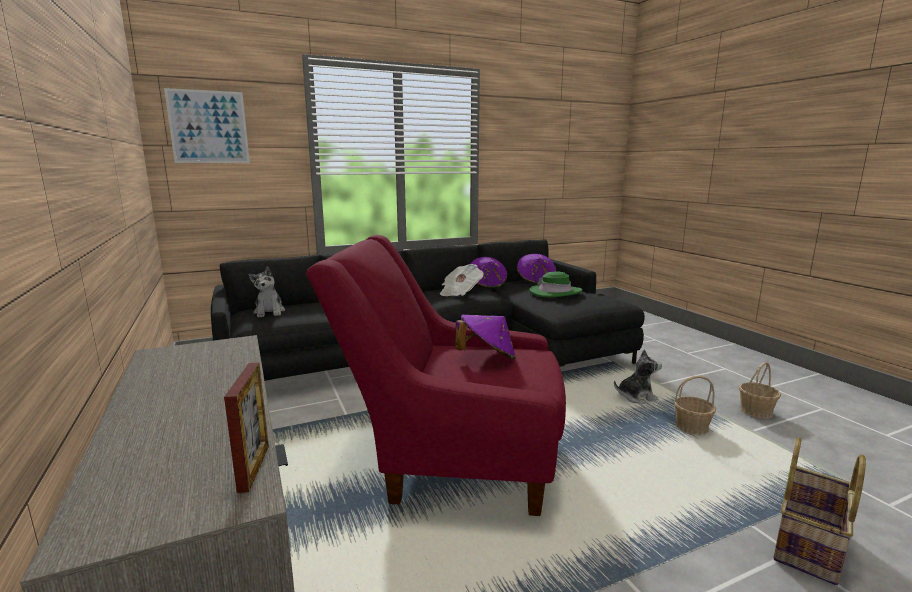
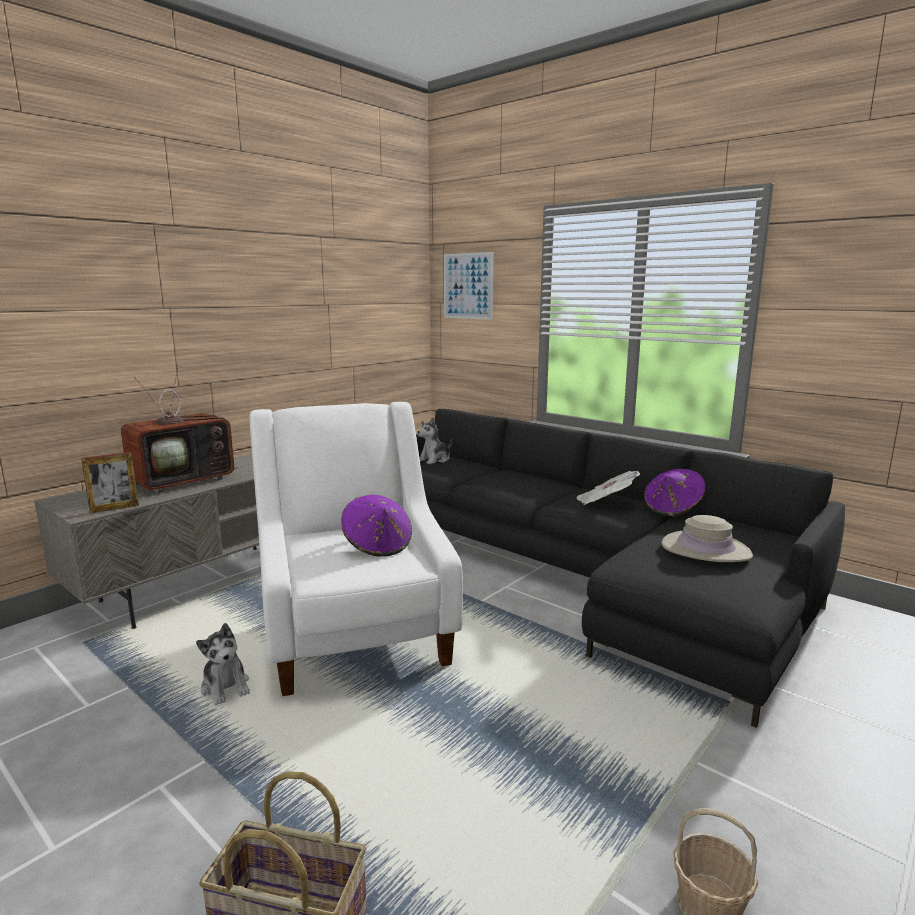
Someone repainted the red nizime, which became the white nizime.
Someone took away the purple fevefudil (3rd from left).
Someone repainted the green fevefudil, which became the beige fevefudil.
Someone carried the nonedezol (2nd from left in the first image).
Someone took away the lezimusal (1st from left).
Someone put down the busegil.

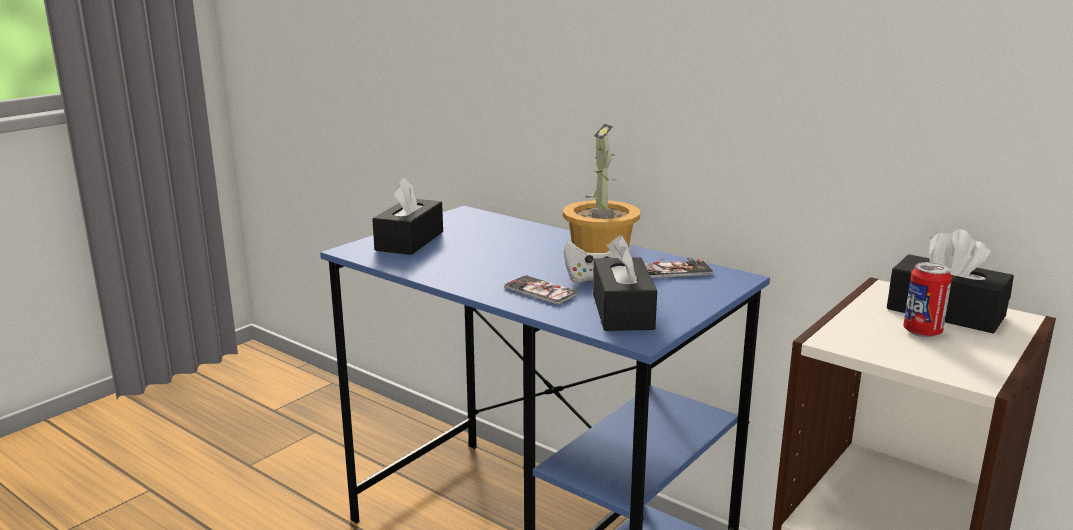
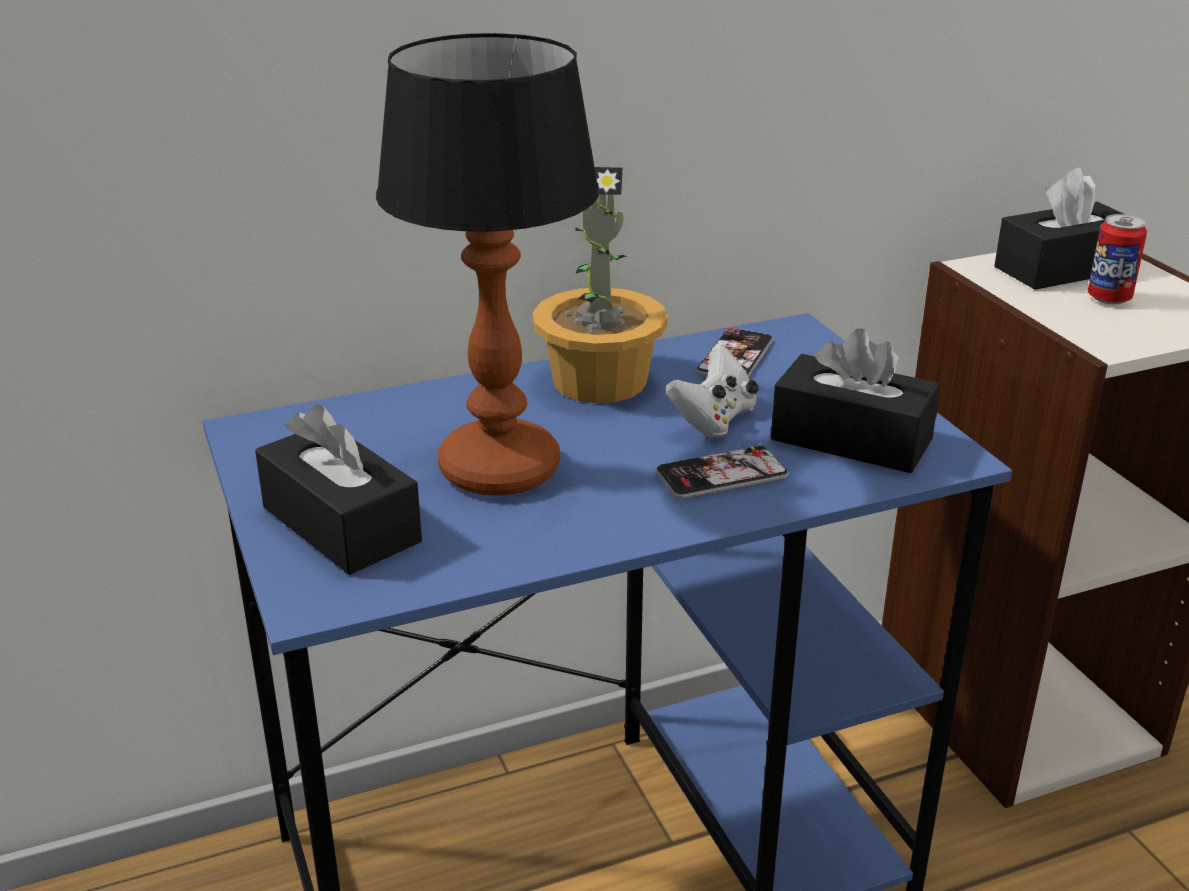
Someone put down the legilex.

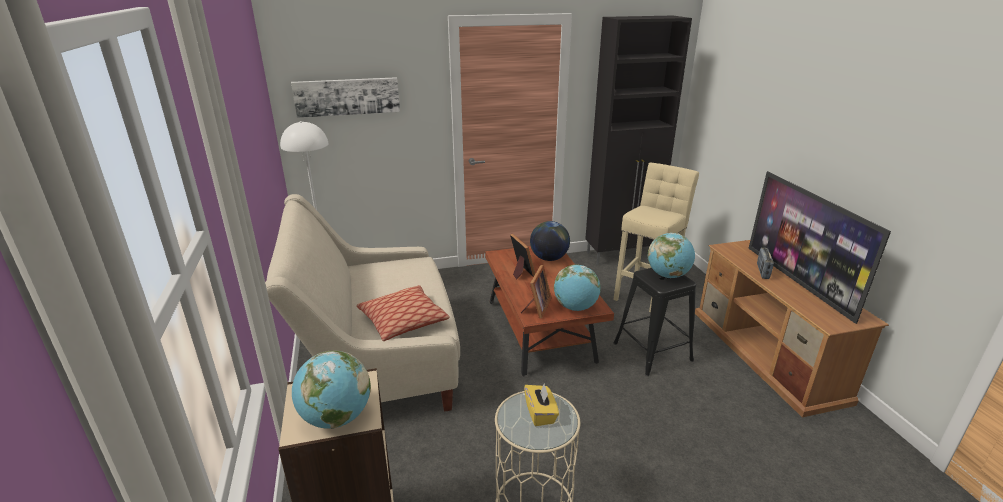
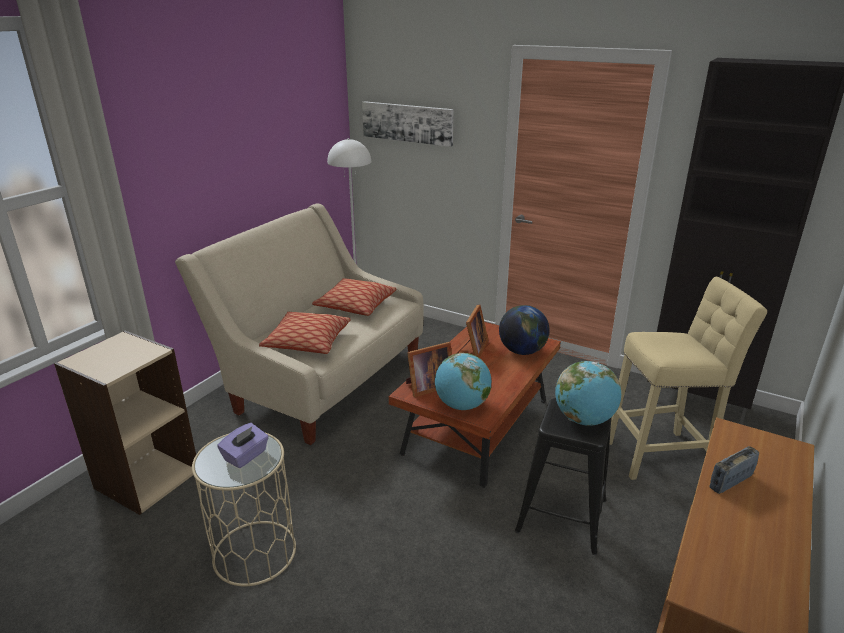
Someone took away the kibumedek (1st from left).
Someone repainted the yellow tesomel, which became the purple tesomel.
Someone took away the busegil.
Someone put down the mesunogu (2nd from left).

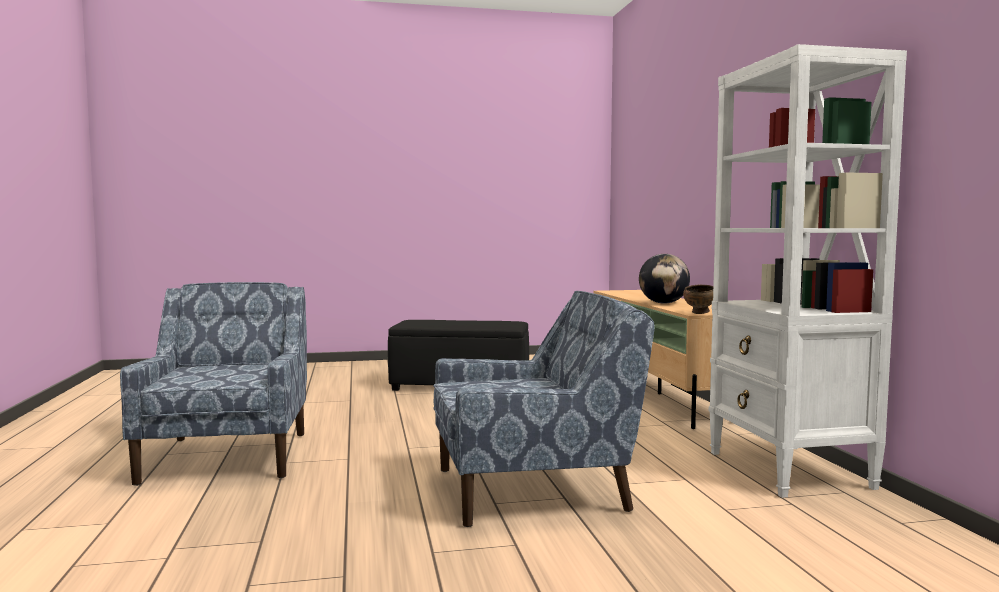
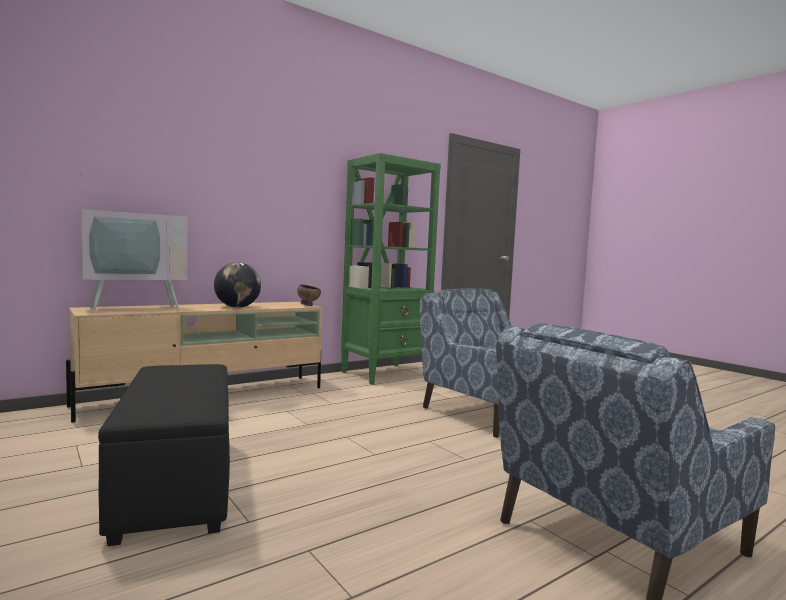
Someone repainted the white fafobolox, which became the green fafobolox.
Someone put down the busegil.

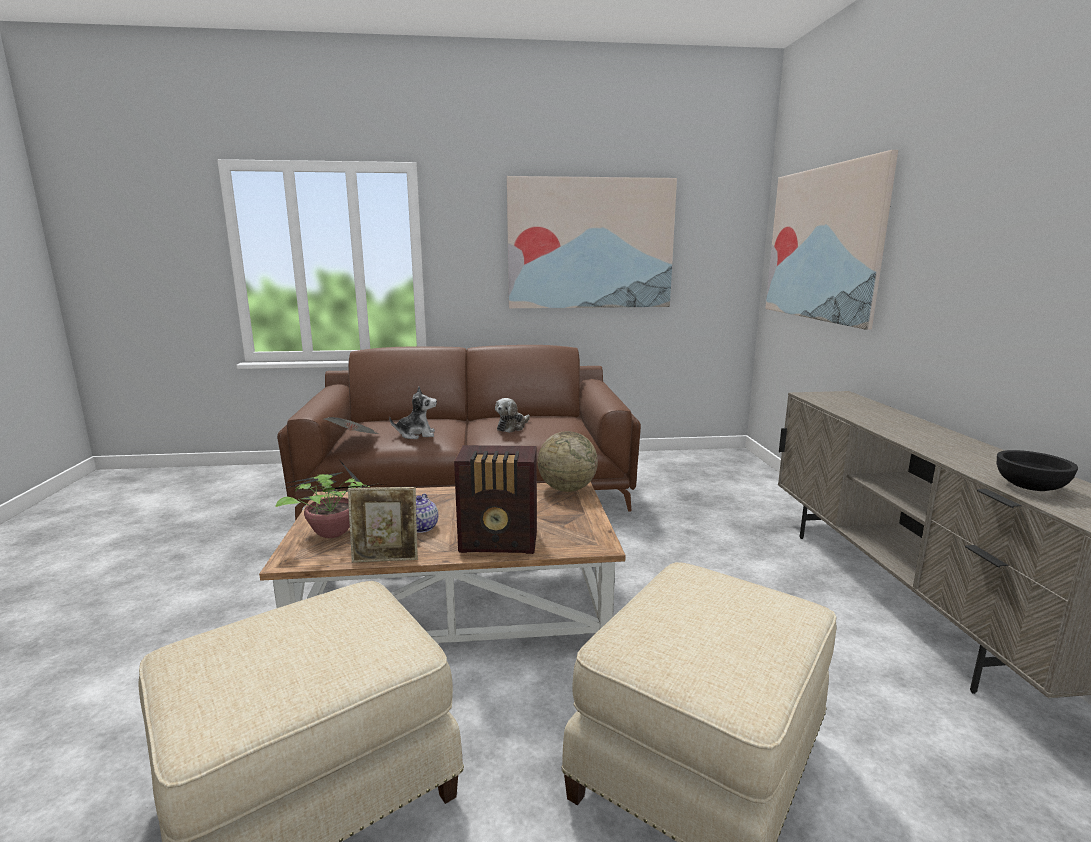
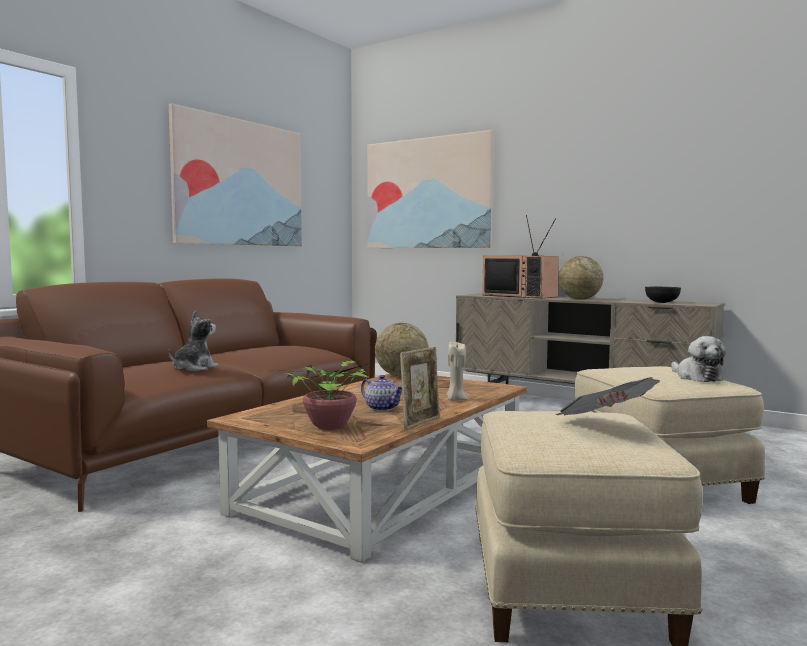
Someone carried the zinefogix.
Someone swapped the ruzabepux for the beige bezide.
Someone carried the nonedezol (2nd from left).
Someone put down the busegil.
Someone put down the kibumedek (2nd from left).

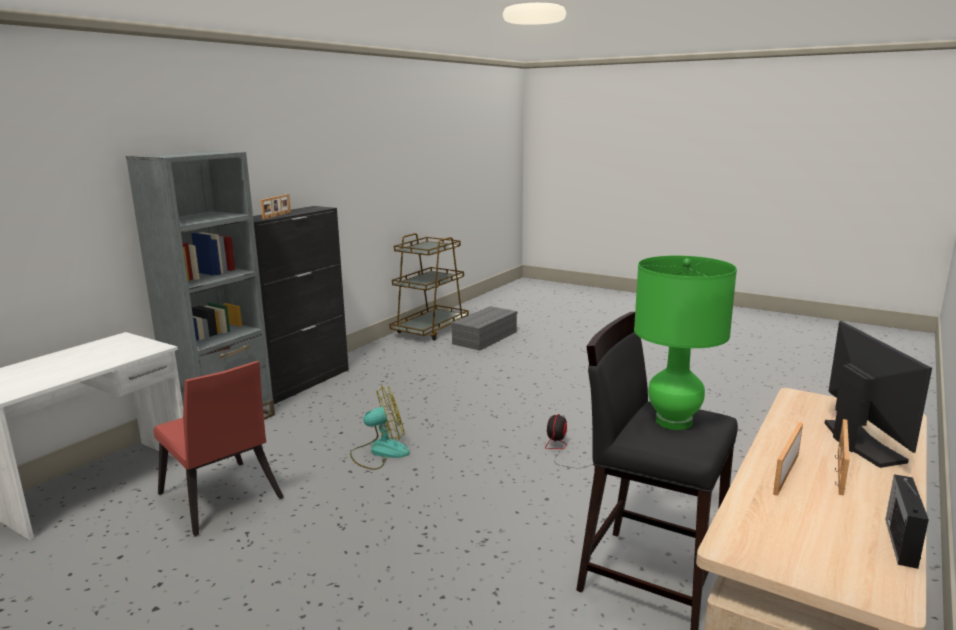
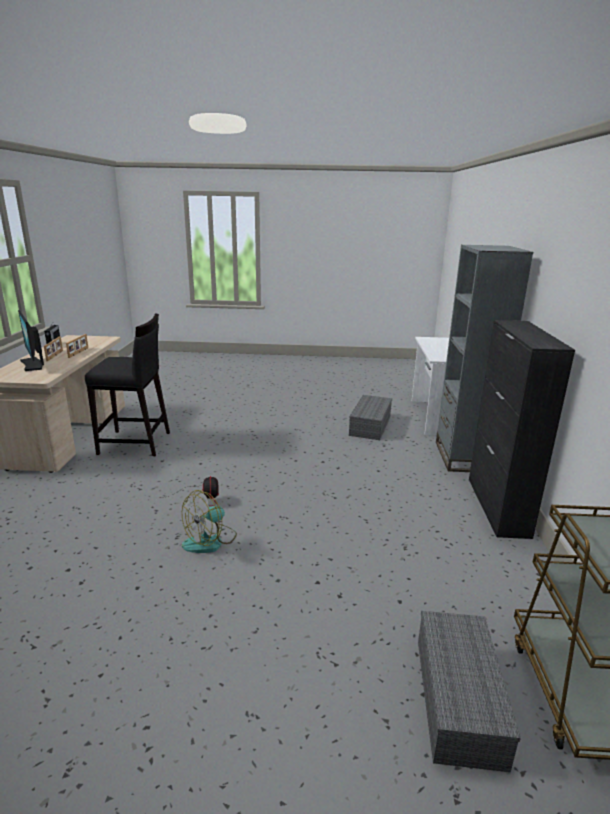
Someone swapped the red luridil for the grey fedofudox (1st from left).
Someone took away the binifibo (1st from left).
Someone carried the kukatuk (1st from left in the first image).
Someone took away the green legilex.

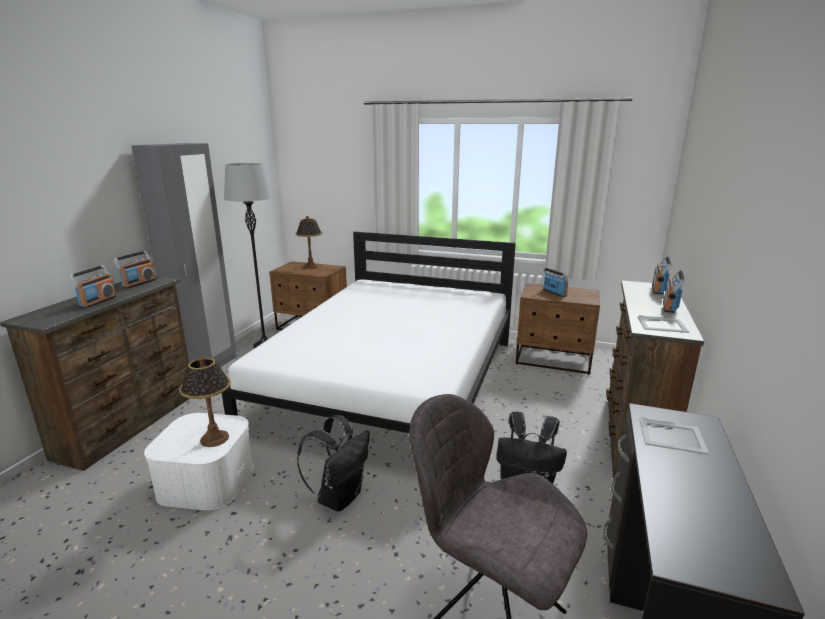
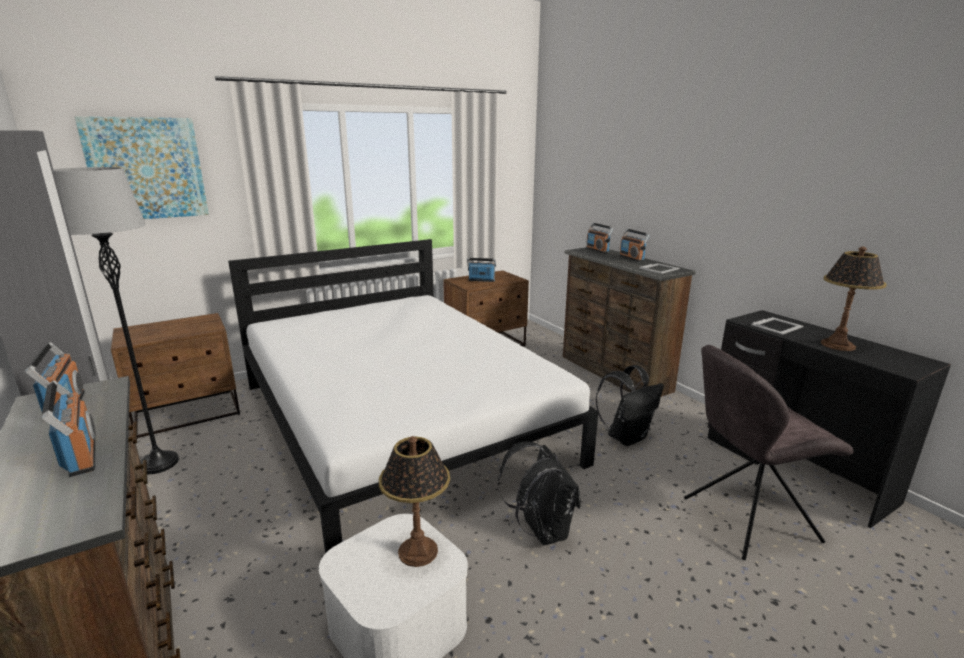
Someone carried the legilex (2nd from left).
Someone put up the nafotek.

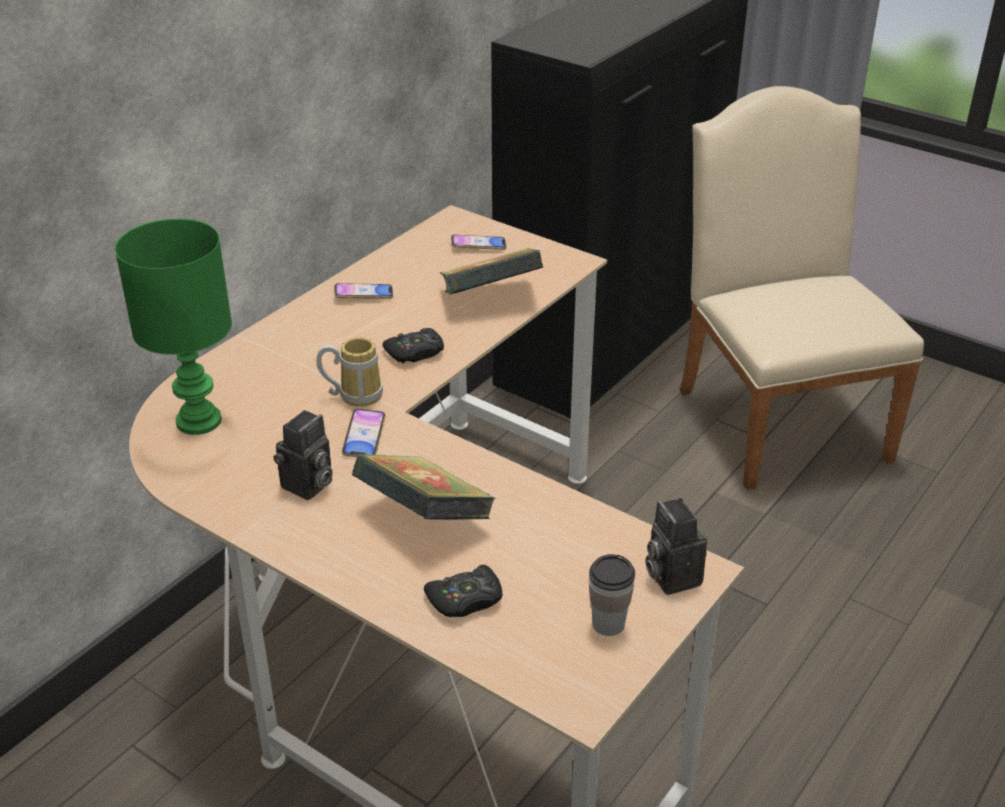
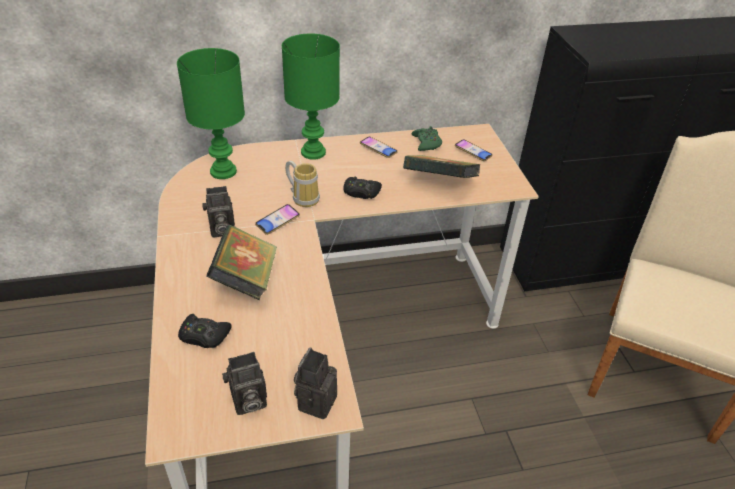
Someone swapped the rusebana for the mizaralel (2nd from left).
Someone put down the green legilex (2nd from left).
Someone put down the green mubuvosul.

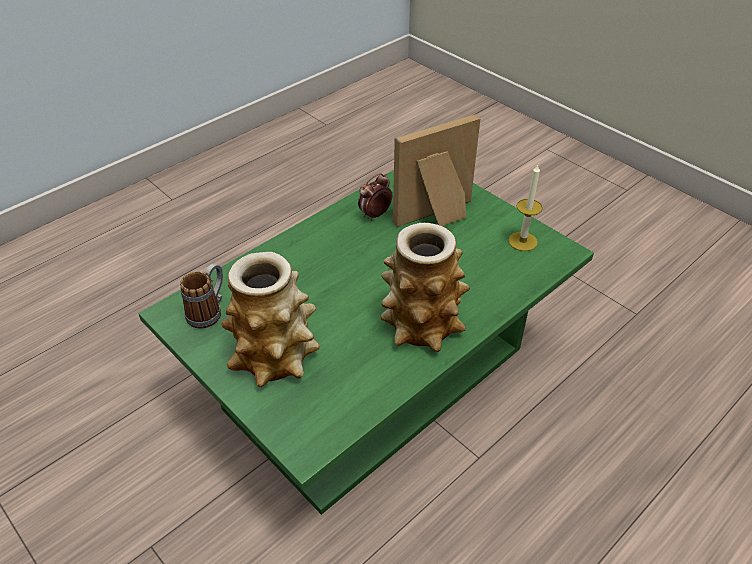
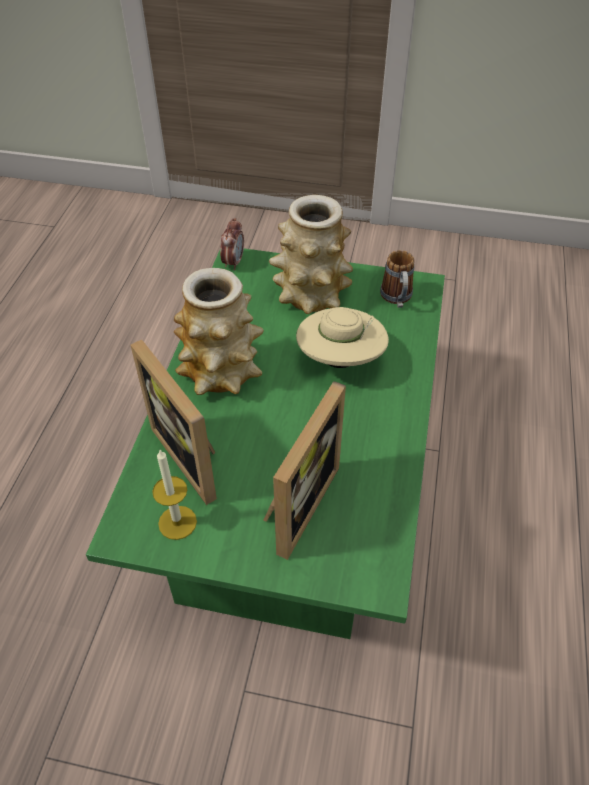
Someone carried the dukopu.
Someone put down the binifibo (1st from left).
Someone put down the beige fevefudil.

